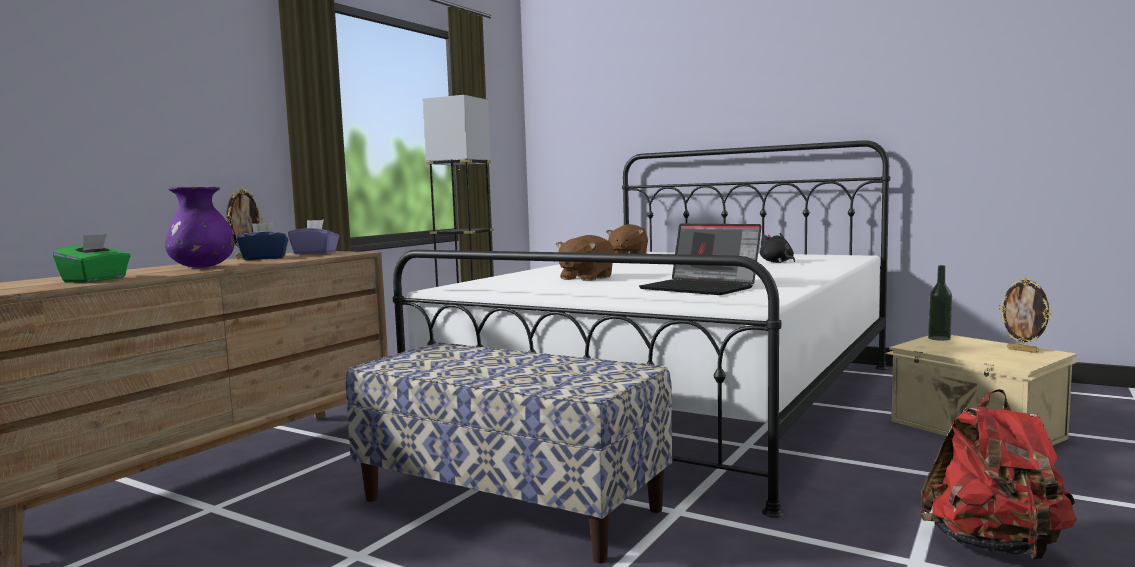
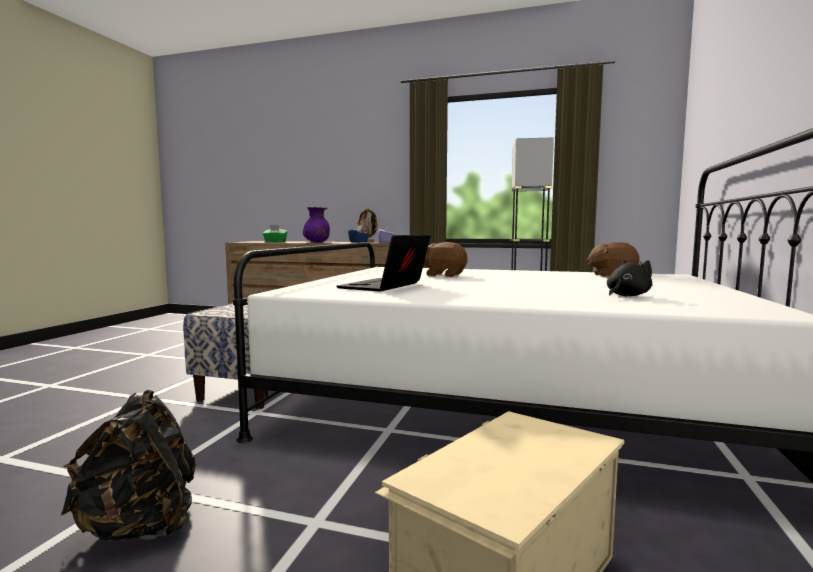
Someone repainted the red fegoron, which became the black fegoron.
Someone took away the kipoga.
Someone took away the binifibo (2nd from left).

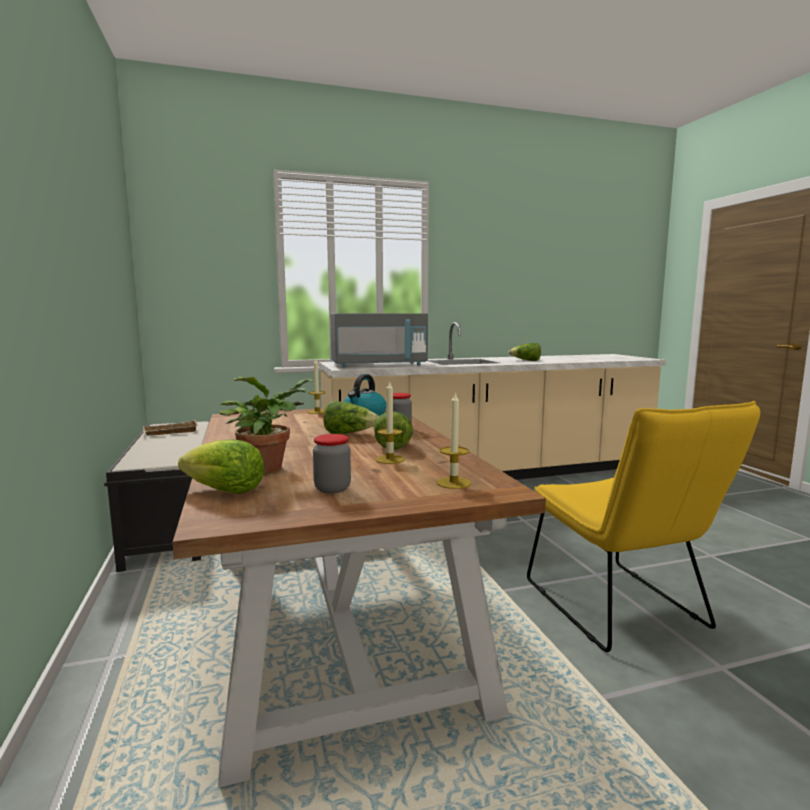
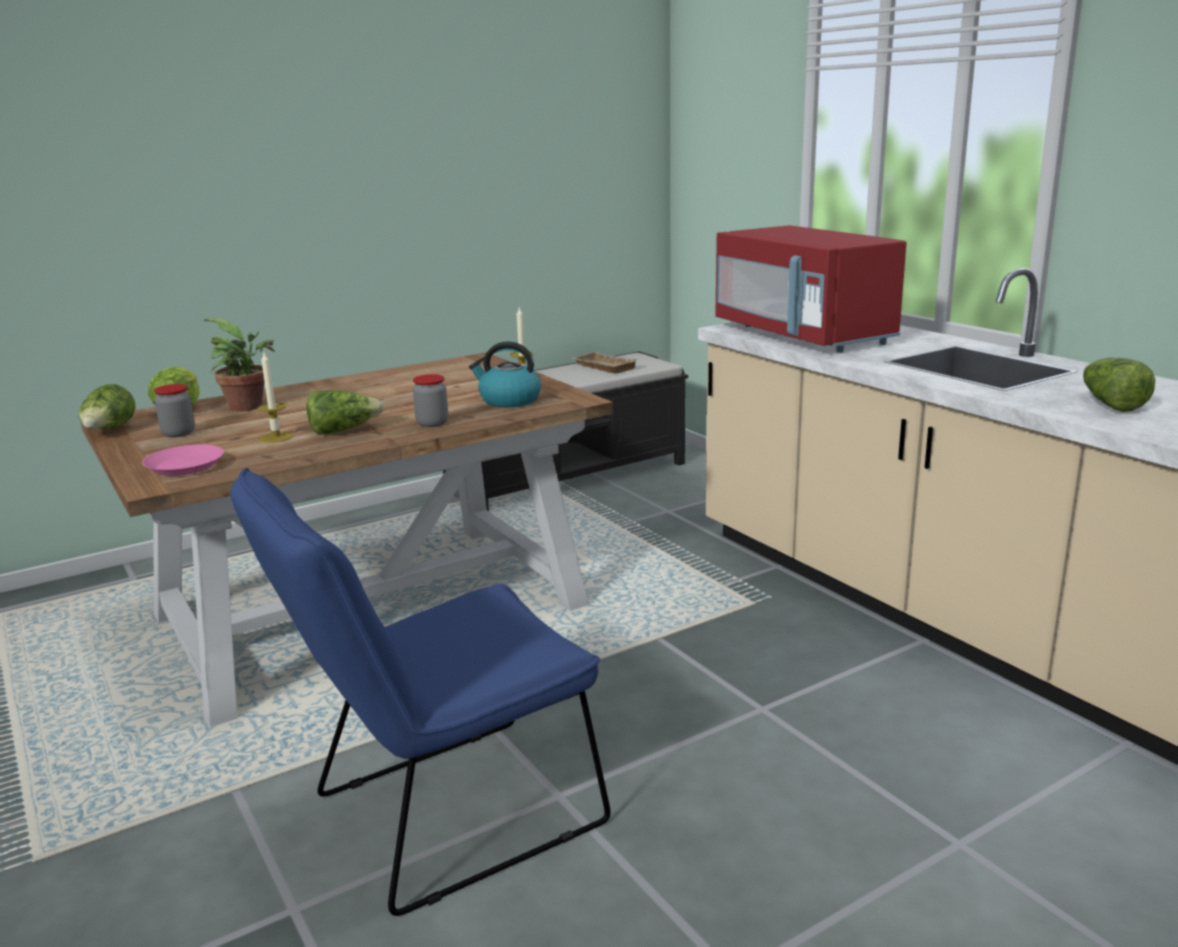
Someone carried the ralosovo (2nd from left in the first image).
Someone repainted the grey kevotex, which became the red kevotex.
Someone swapped the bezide (3rd from left) for the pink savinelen.
Someone repainted the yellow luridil, which became the blue luridil.

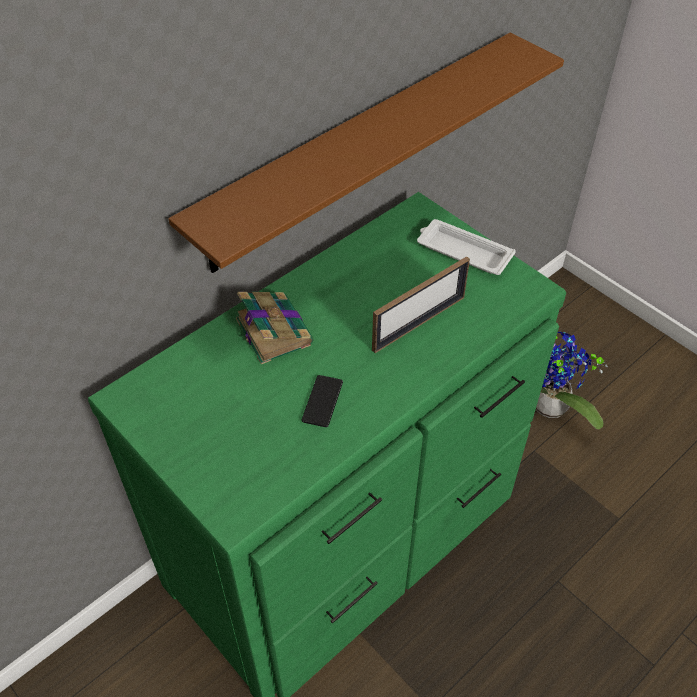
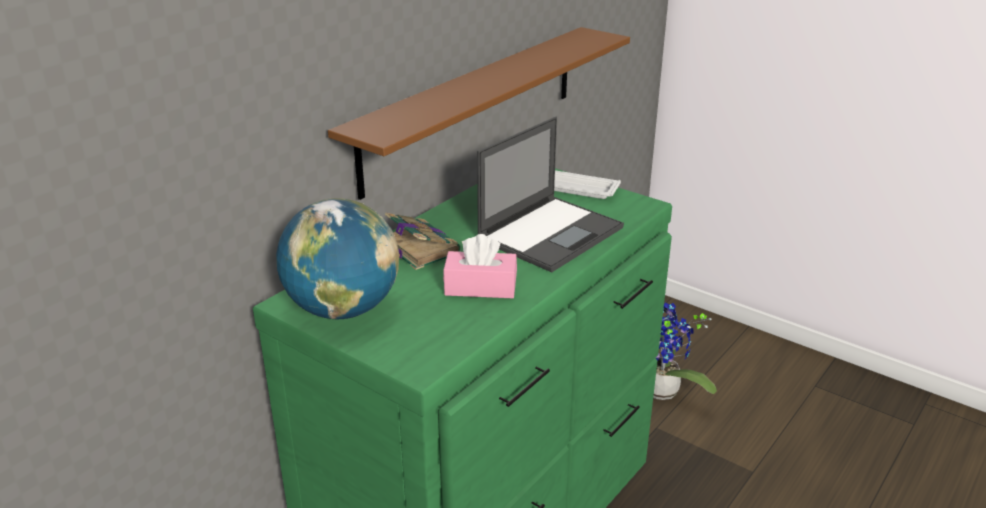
Someone swapped the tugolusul for the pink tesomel.
Someone swapped the binifibo for the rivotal.
Someone put down the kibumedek.

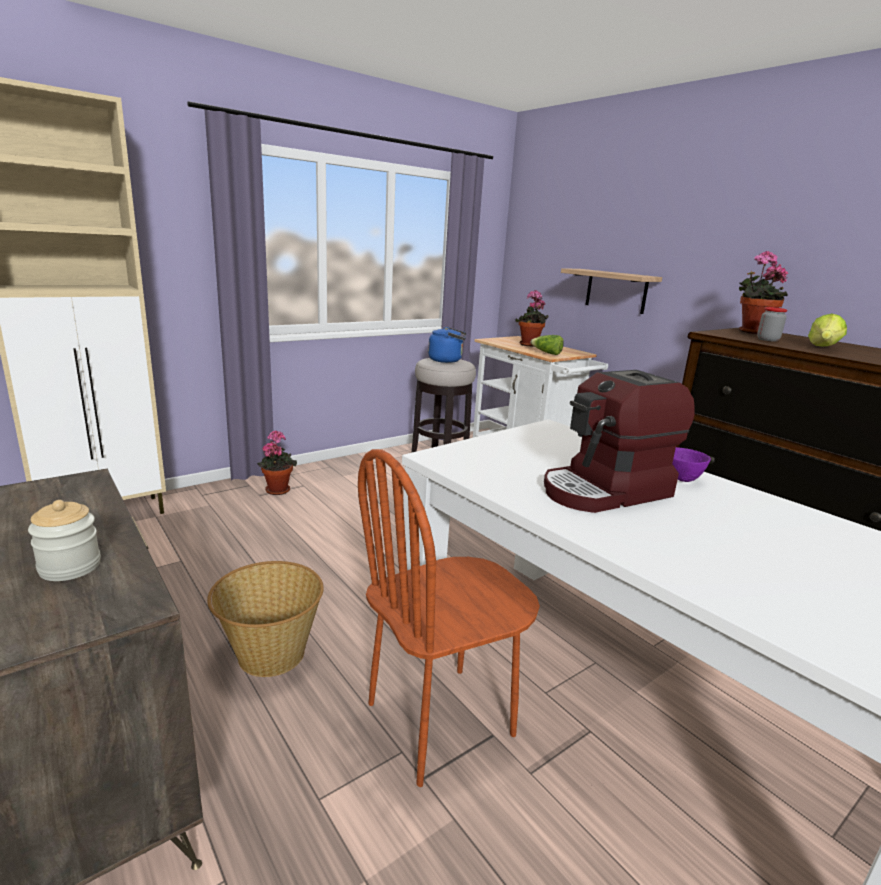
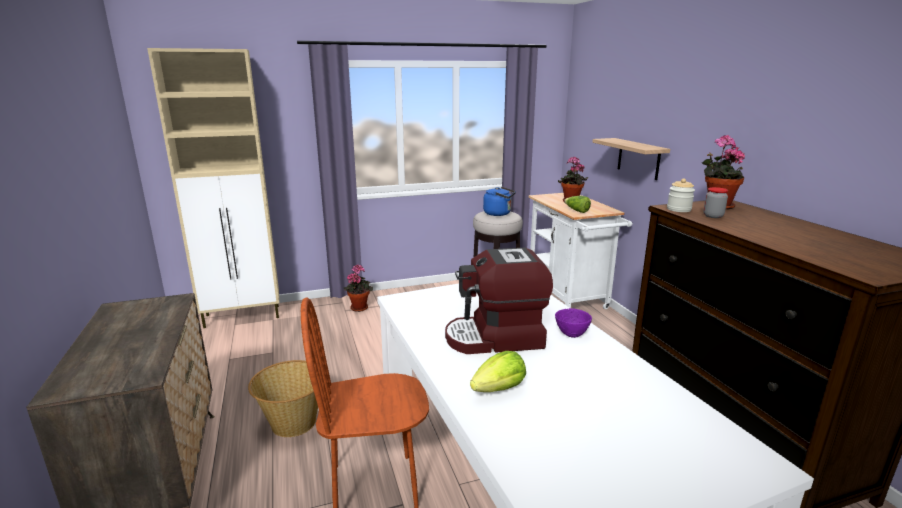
Someone carried the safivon (1st from left).
Someone carried the ralosovo (2nd from left in the first image).

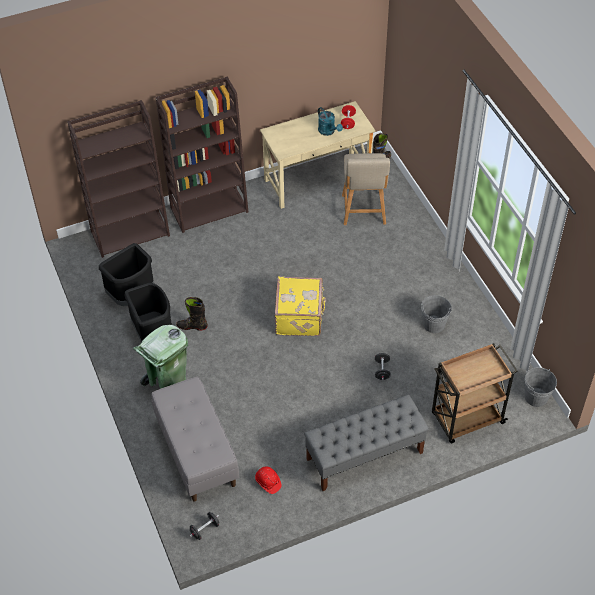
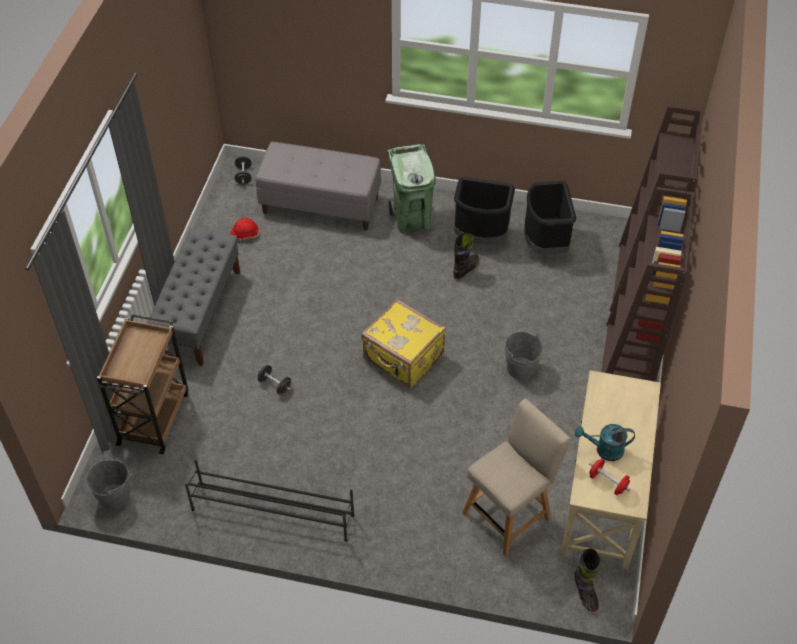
Someone rotated the beige luridil by 105 degrees clockwise.
Someone carried the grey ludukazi (1st from left in the first image).
Someone put down the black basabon.

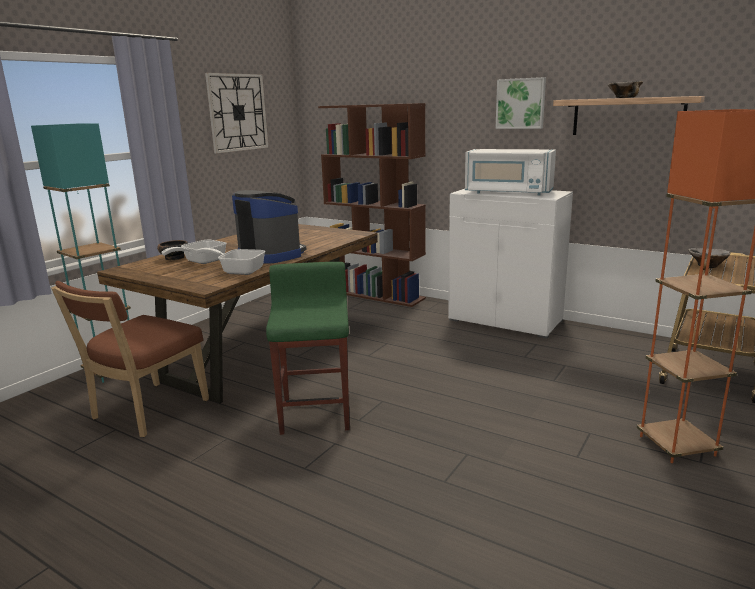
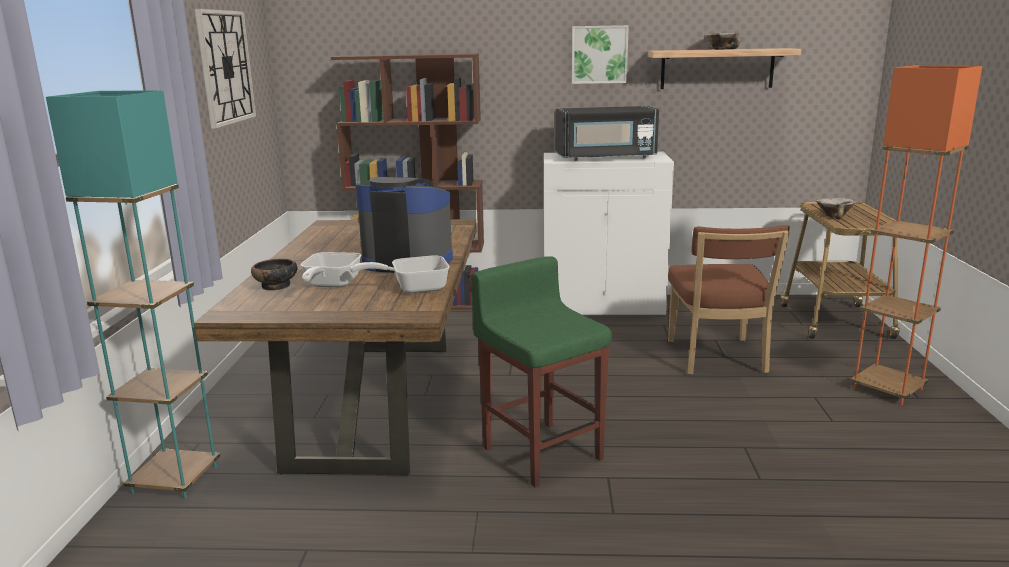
Someone carried the brown luridil.
Someone repainted the white kevotex, which became the black kevotex.

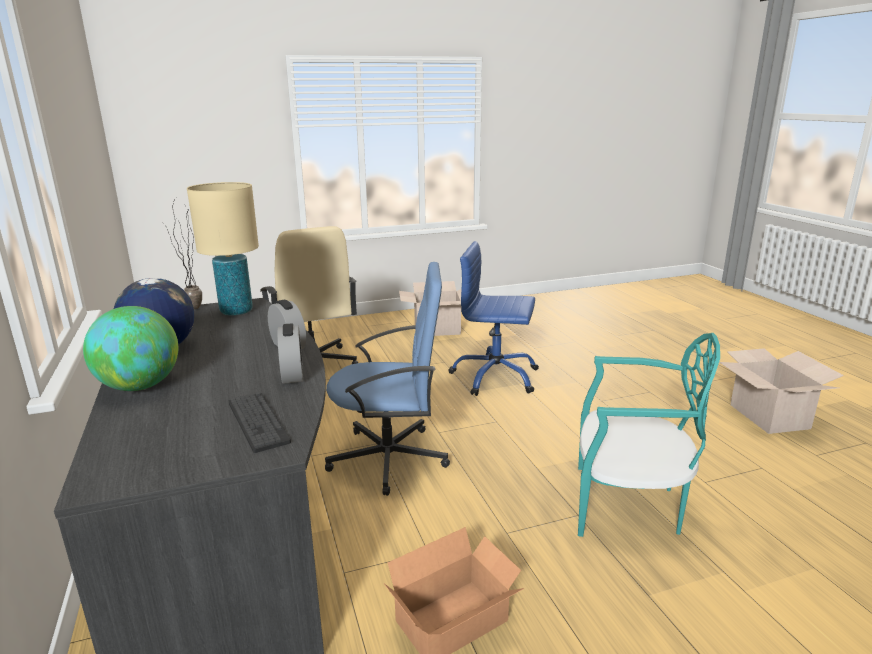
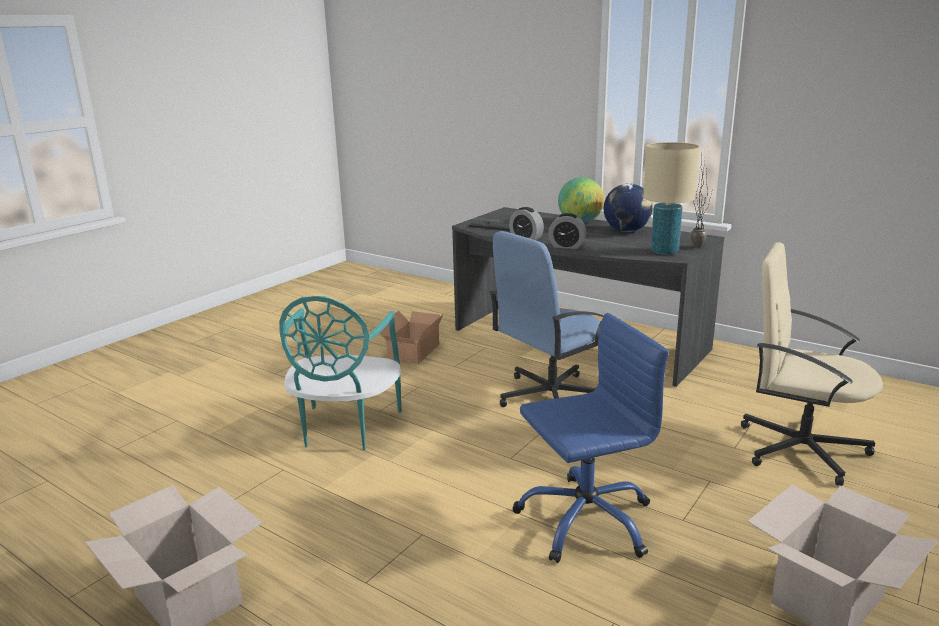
Someone rotated the turquoise luridil by 60 degrees counterclockwise.

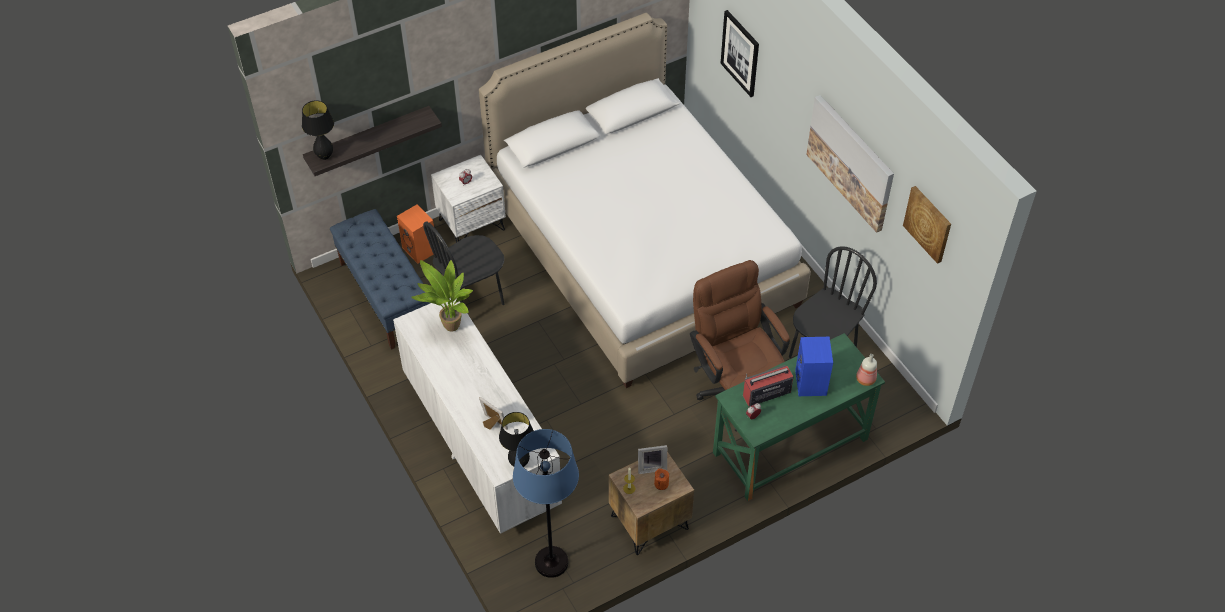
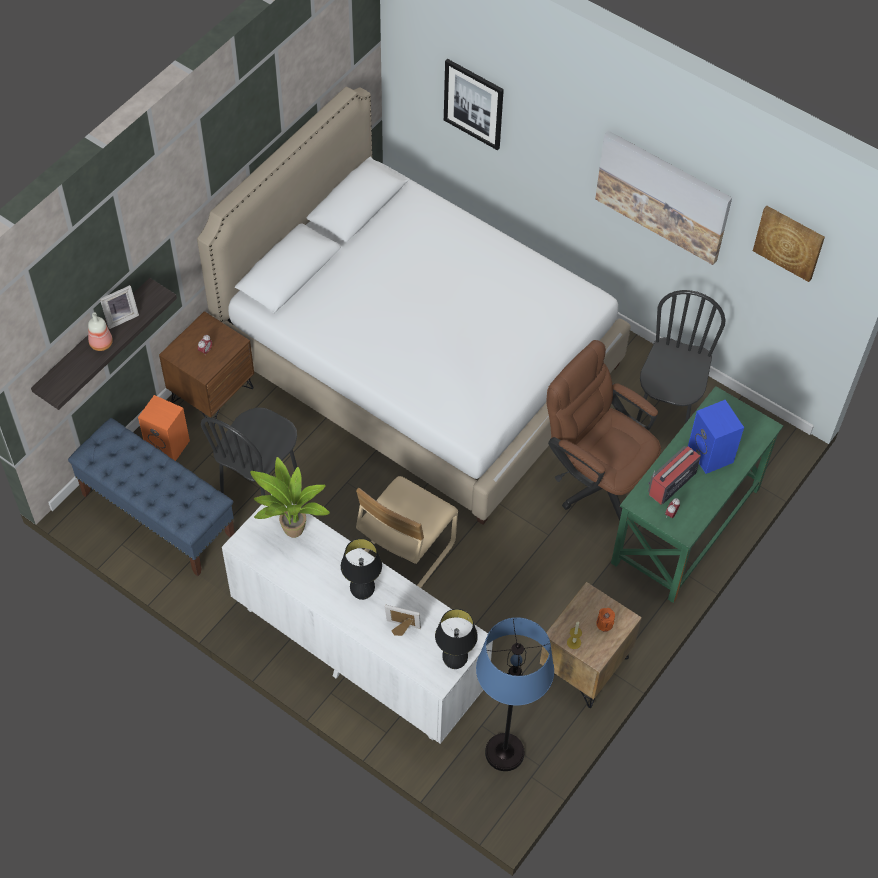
Someone carried the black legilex (1st from left).
Someone repainted the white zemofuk, which became the brown zemofuk (1st from left).
Someone carried the binifibo (2nd from left in the first image).
Someone carried the kipoga.
Someone put down the beige luridil.

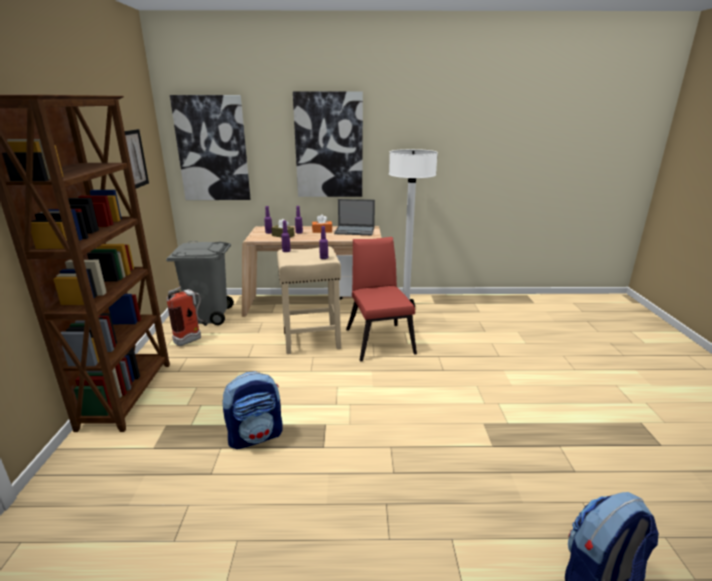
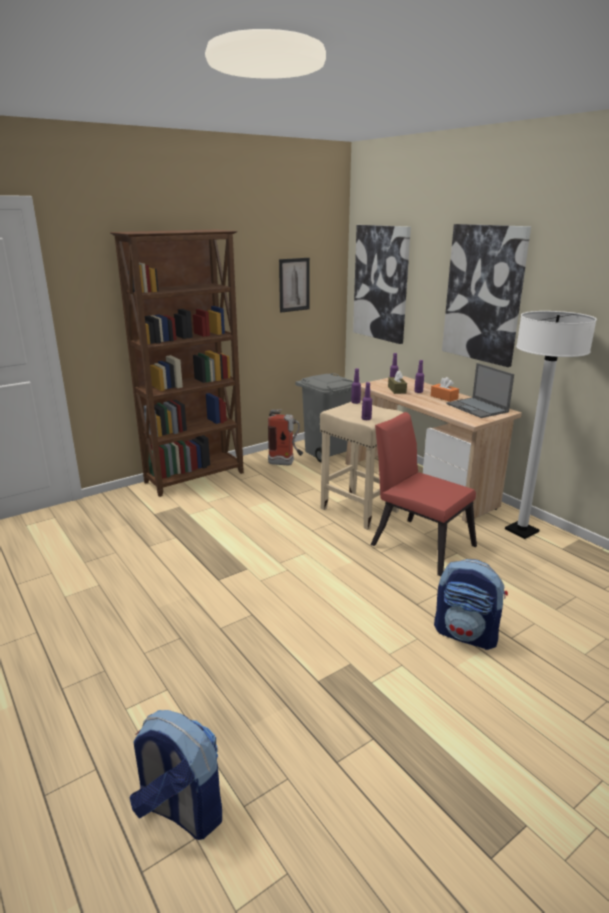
Someone carried the fegoron (1st from left in the first image).
Someone rotated the red luridil by 90 degrees counterclockwise.

